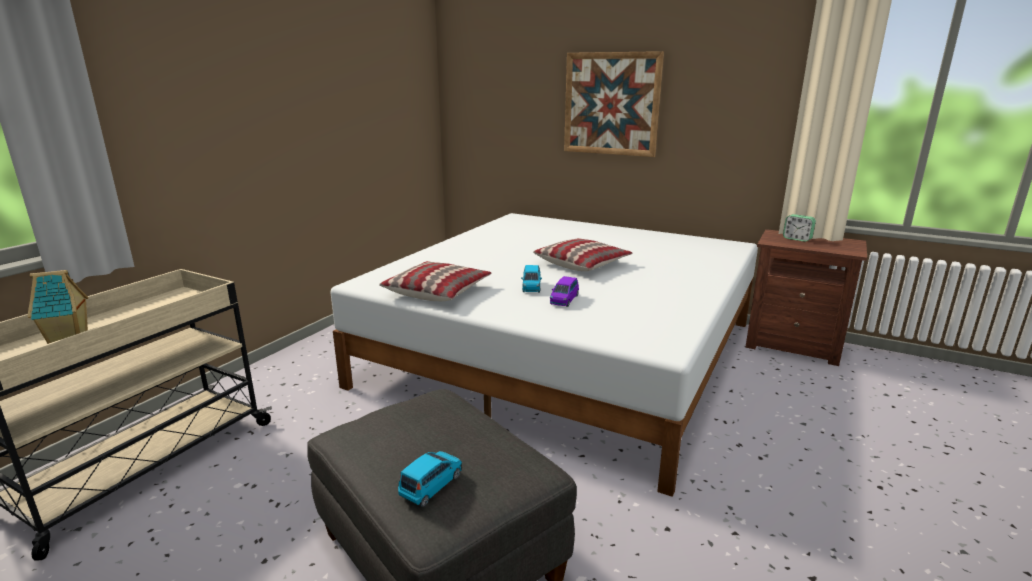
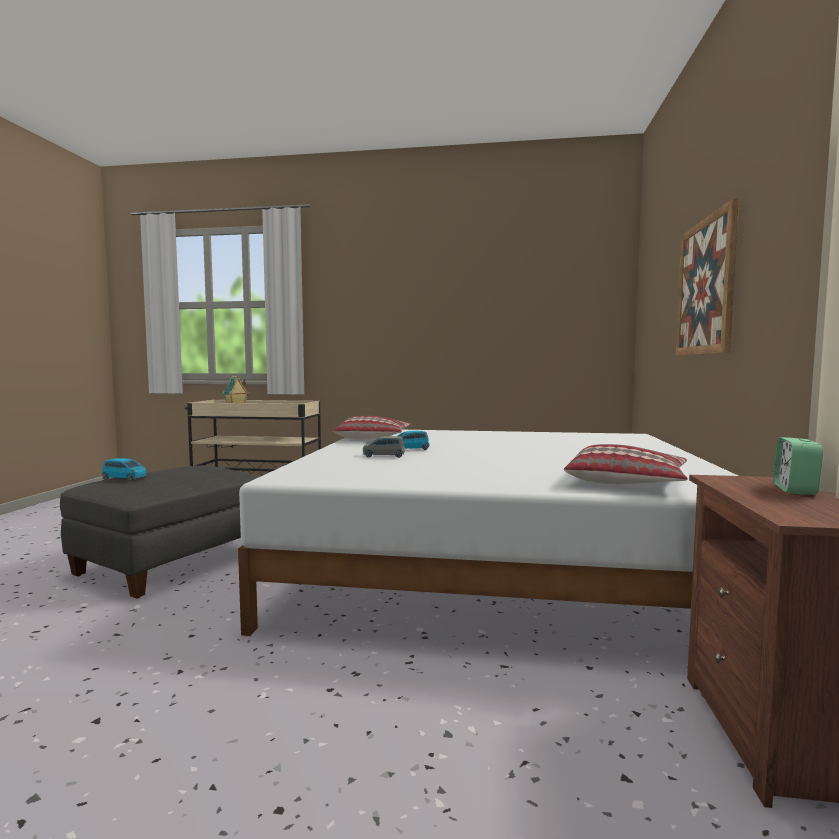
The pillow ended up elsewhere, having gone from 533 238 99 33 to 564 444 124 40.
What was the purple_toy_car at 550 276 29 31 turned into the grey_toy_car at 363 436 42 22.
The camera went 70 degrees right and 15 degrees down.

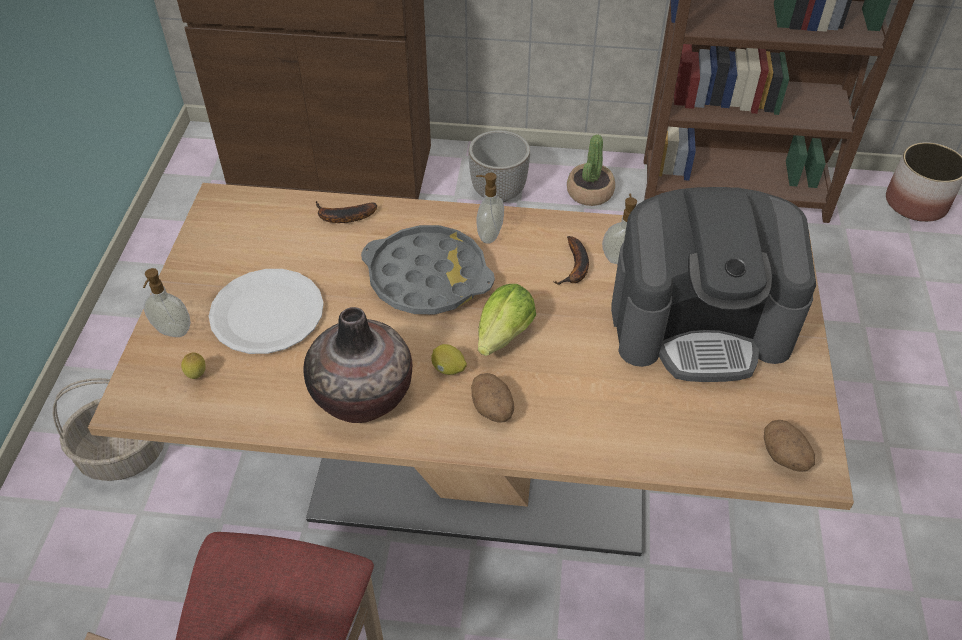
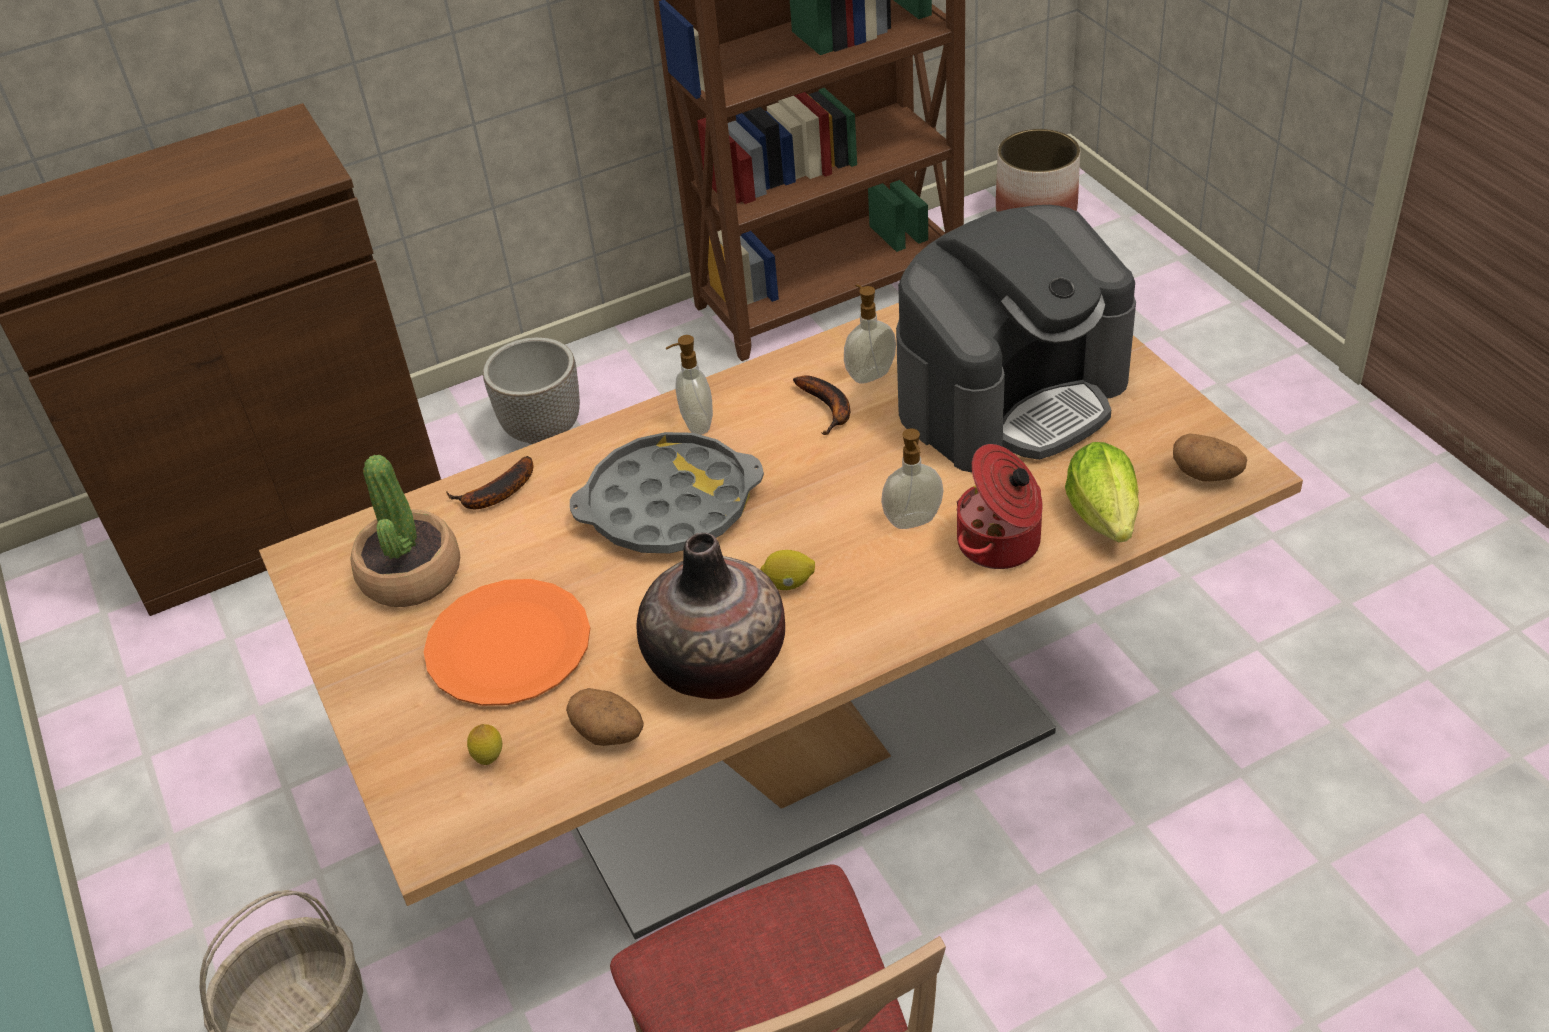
The potted_plant ended up elsewhere, having gone from 567 134 48 72 to 350 455 110 152.
The soap_dispenser ended up elsewhere, having gone from 143 268 48 69 to 881 428 63 101.
What was the white_plate at 209 269 115 85 turned into the orange_plate at 424 579 166 127.
The lettuce ended up elsewhere, having gone from 478 284 58 72 to 1065 442 74 100.
The potato ended up elsewhere, having gone from 471 373 43 49 to 566 688 78 58.
The second view gained the cooking_pot at 956 444 86 125.
The camera went 30 degrees left and 5 degrees down.

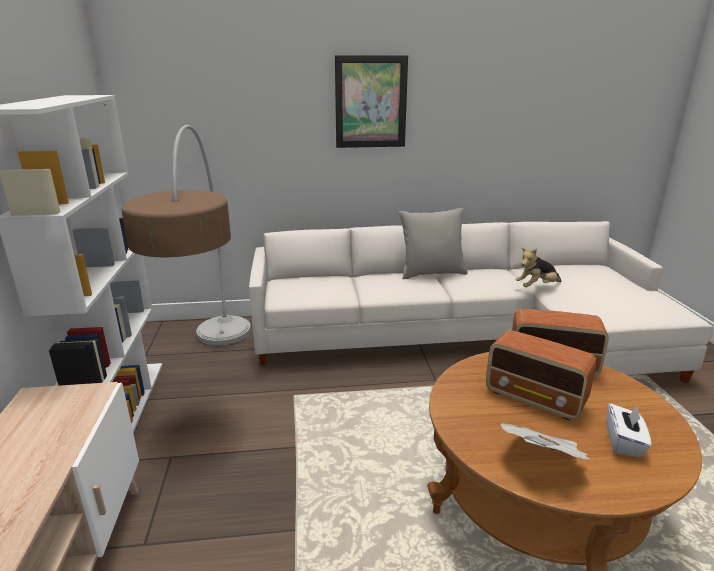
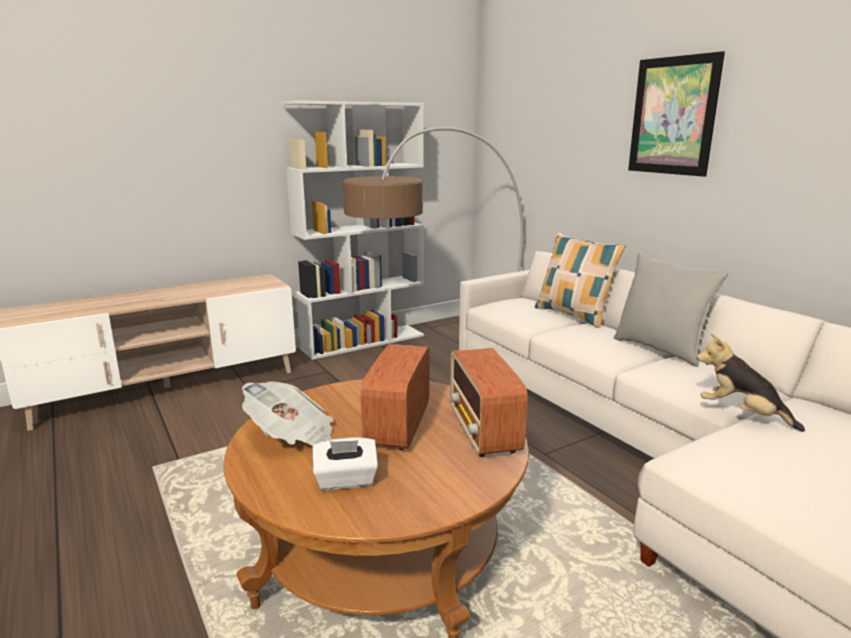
The second view gained the pillow at 534 232 92 96.
The camera went 65 degrees right and 5 degrees down.

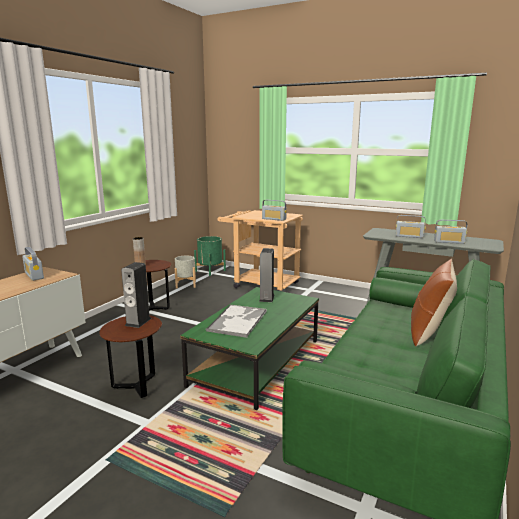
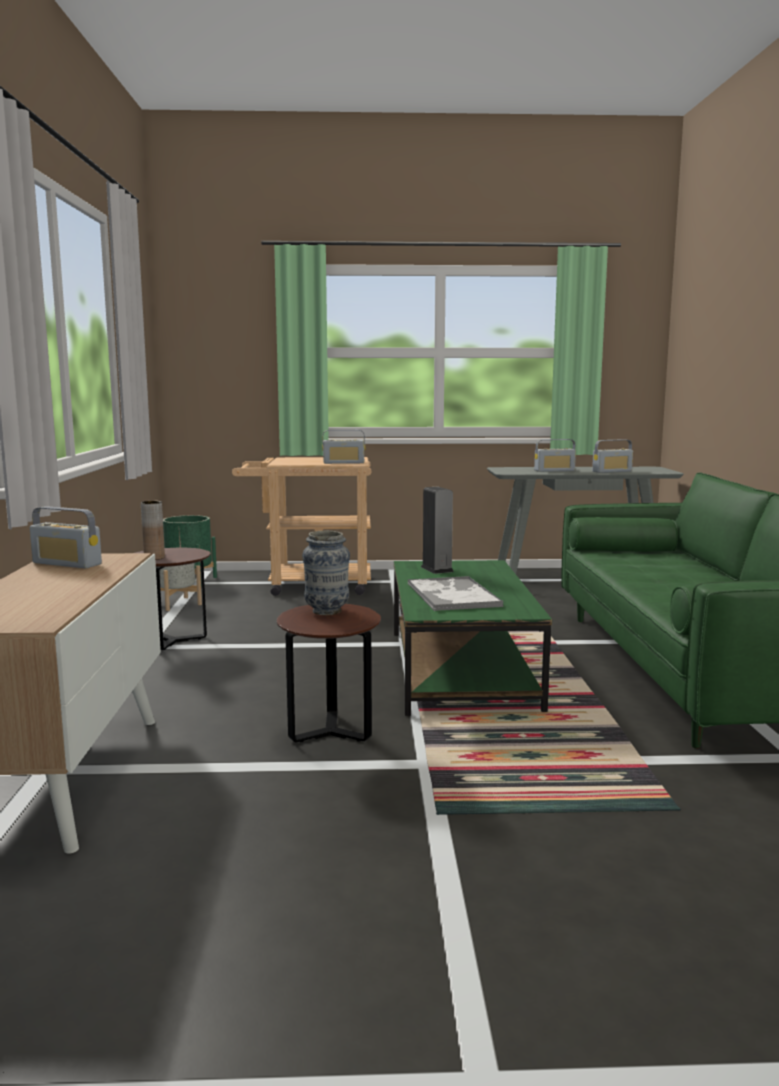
The second view lost the brown_pillow at 411 259 46 87.
Where the speaker stood at 121 262 30 66, the vase came to stand at 302 530 48 85.
The camera went 30 degrees left and 5 degrees down.

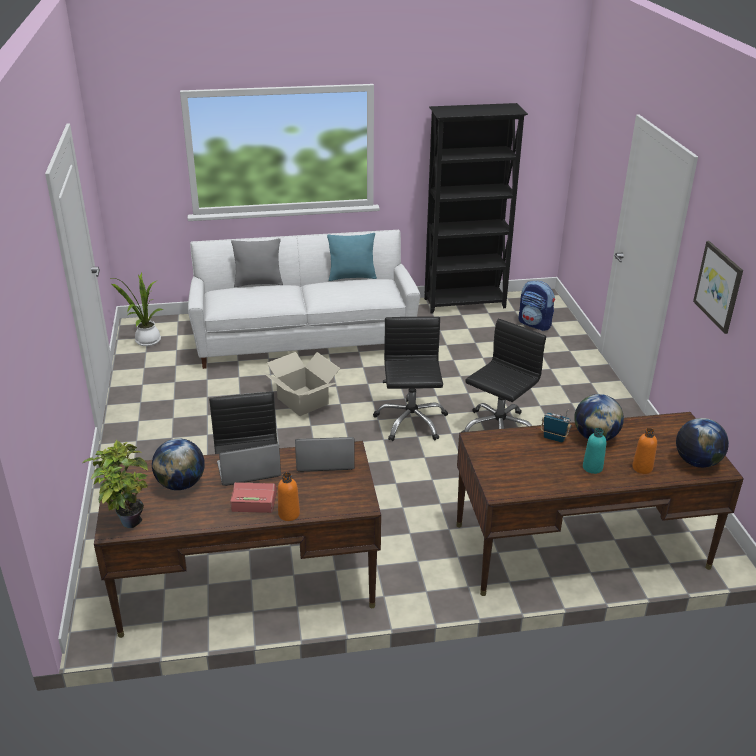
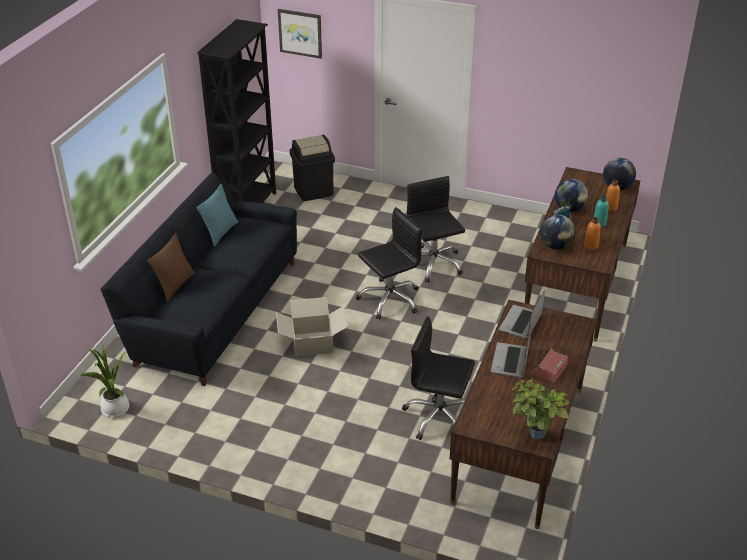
What was the white_sofa at 188 230 232 139 turned into the black_sofa at 101 173 196 213.
What was the grey_pillow at 231 238 52 49 turned into the brown_pillow at 148 233 47 68.
The picture ended up elsewhere, having gone from 693 241 50 93 to 278 9 44 50.
Where the backpack stood at 518 281 37 50, the black_trash_can came to stand at 290 135 45 66.
The black_office_chair at 373 317 75 124 ended up facing another way, 120 degrees clockwise from before.
The globe ended up elsewhere, having gone from 152 438 53 52 to 540 215 36 35.
The orange_bottle ended up elsewhere, having gone from 278 472 22 49 to 584 217 17 33.
The camera went 60 degrees left and 5 degrees up.

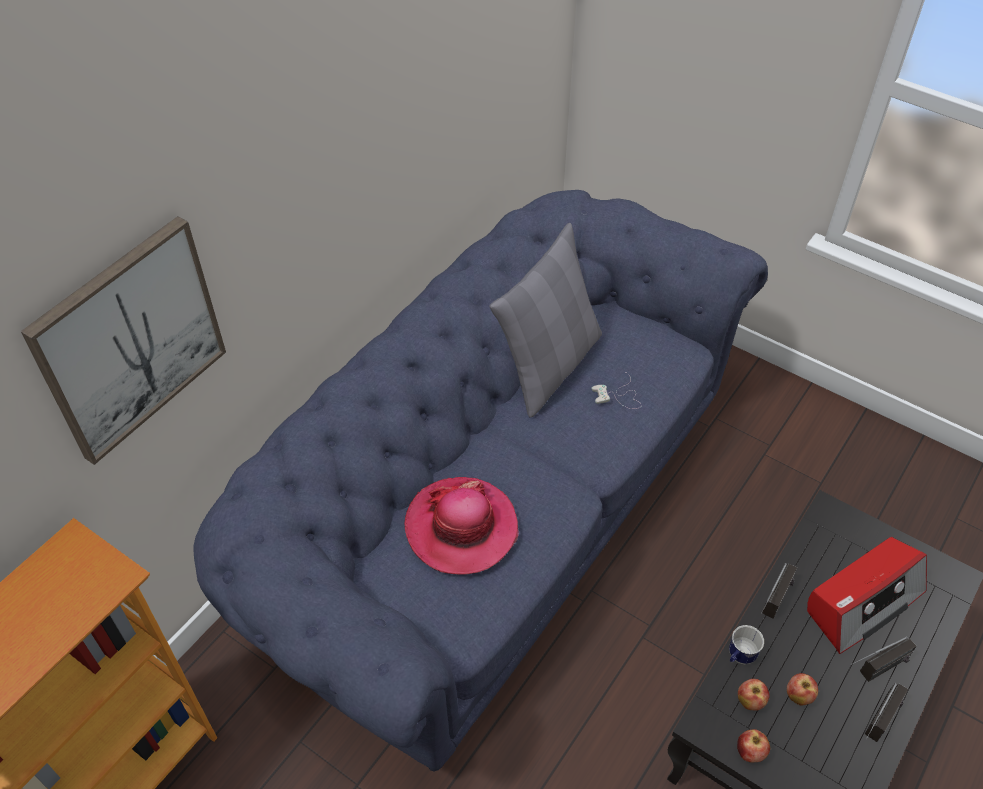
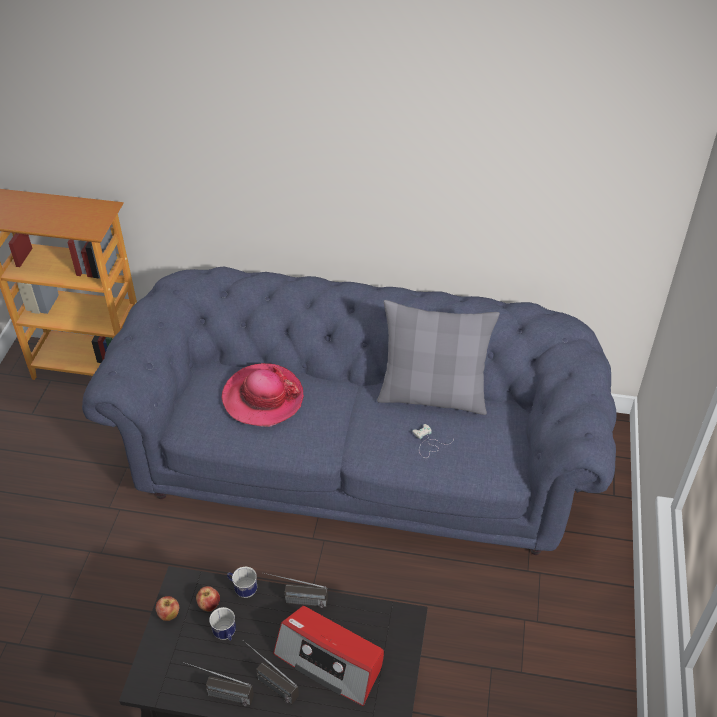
The second view lost the picture at 21 216 205 249.
Where the apple stood at 787 673 31 33, the mug came to stand at 209 607 27 34.
The camera went 65 degrees right and 5 degrees down.

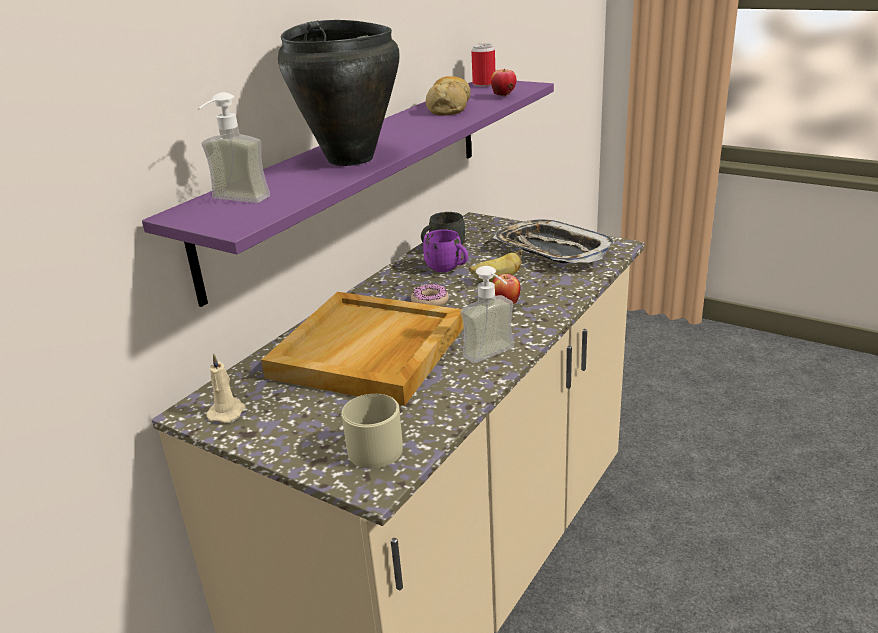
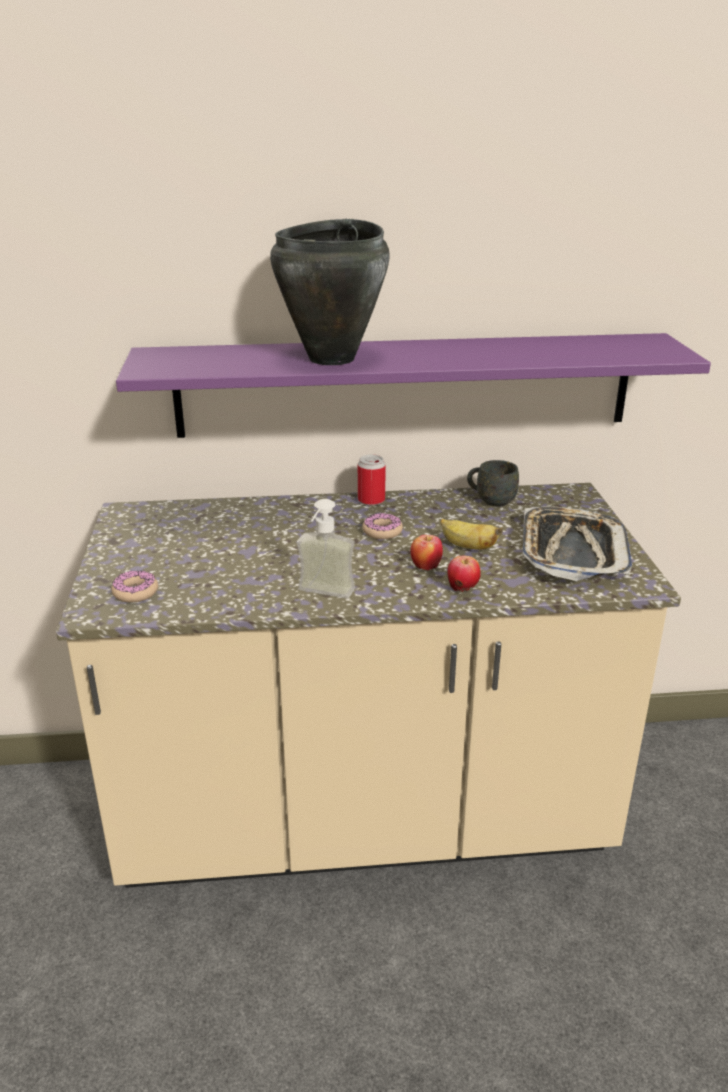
The can ended up elsewhere, having gone from 471 43 24 44 to 358 455 28 50.
The apple ended up elsewhere, having gone from 491 69 25 27 to 447 555 34 37.
The second view lost the bread at 426 76 45 39.
The second view lost the soap_dispenser at 198 92 72 111.
The second view lost the purple_mug at 423 229 45 43.
The second view lost the beige_tray at 261 292 203 114.
The second view lost the beige_candle at 207 353 38 70.
Where the beige_mug stood at 342 394 61 75, the donut came to stand at 111 570 47 32.
The camera went 50 degrees right and 0 degrees up.

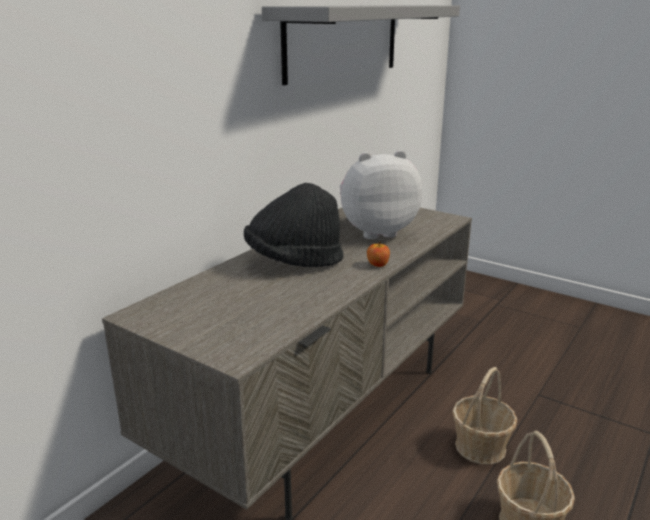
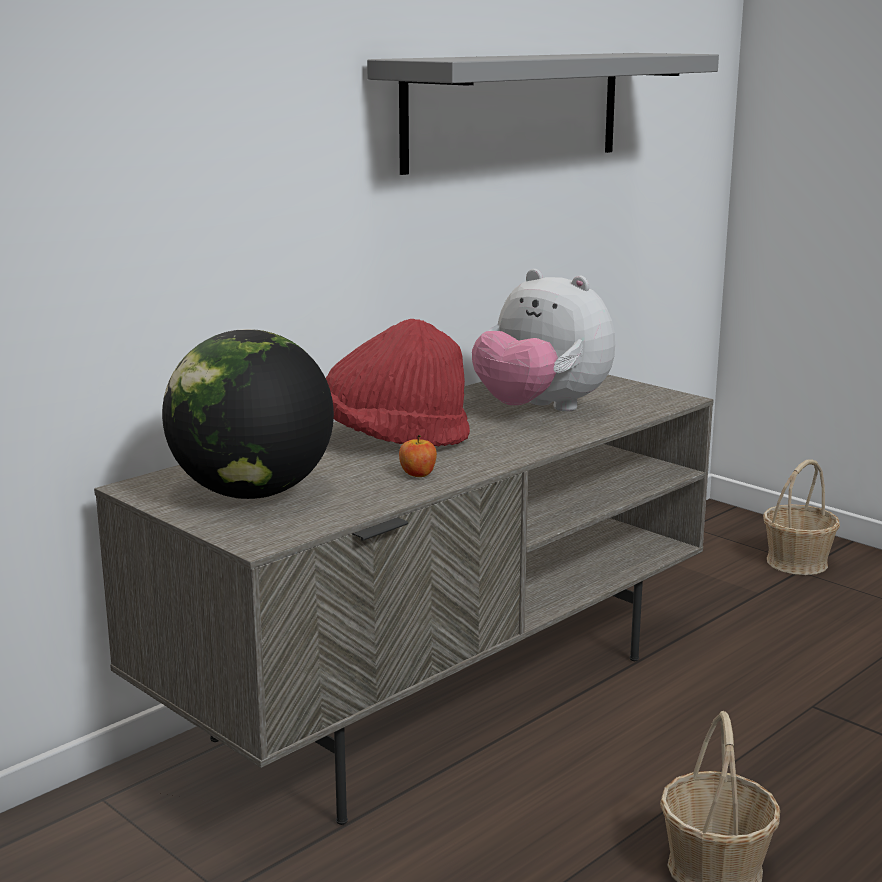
The plush_toy at 339 150 83 89 ended up facing another way, 135 degrees counterclockwise from before.
What was the black_hat at 244 183 100 84 turned into the red_hat at 326 319 144 127.
The apple ended up elsewhere, having gone from 367 241 23 26 to 399 435 38 42.
The basket ended up elsewhere, having gone from 452 367 65 97 to 763 459 77 116.
The second view gained the globe at 162 329 172 170.
The camera went 10 degrees right and 5 degrees down.

